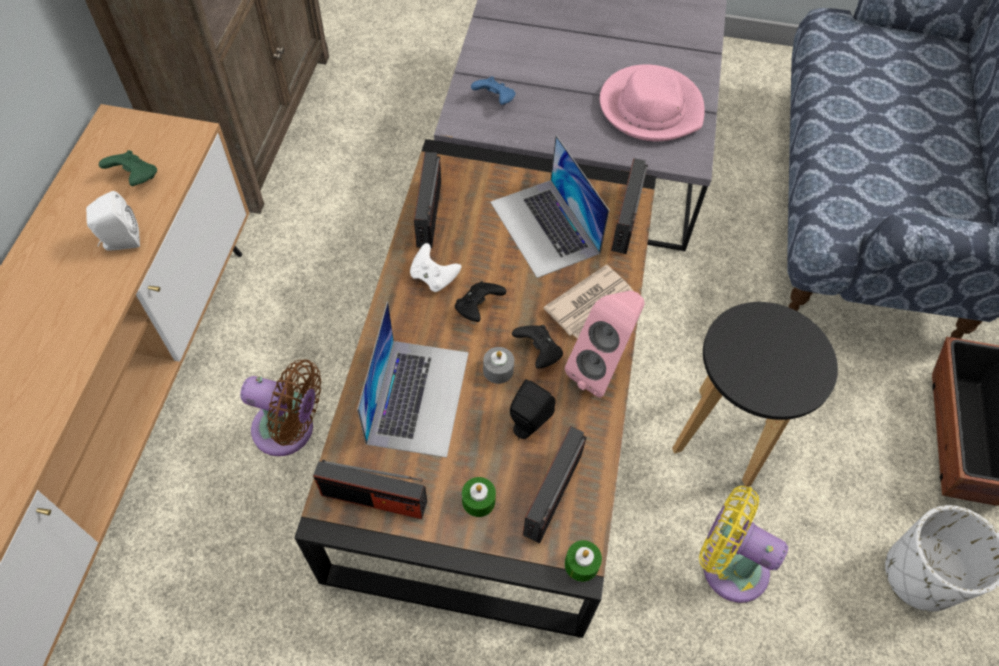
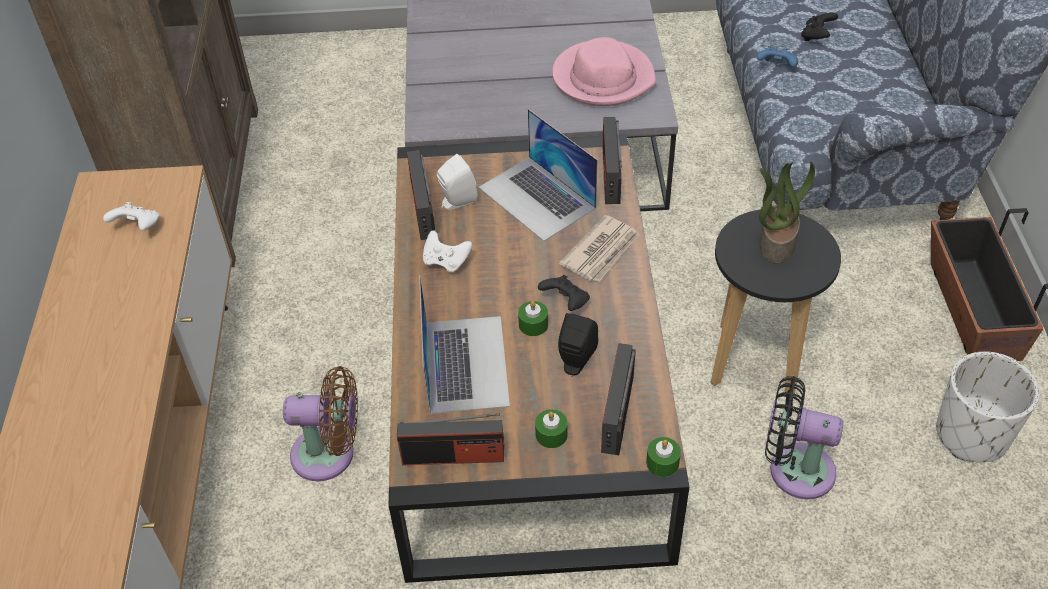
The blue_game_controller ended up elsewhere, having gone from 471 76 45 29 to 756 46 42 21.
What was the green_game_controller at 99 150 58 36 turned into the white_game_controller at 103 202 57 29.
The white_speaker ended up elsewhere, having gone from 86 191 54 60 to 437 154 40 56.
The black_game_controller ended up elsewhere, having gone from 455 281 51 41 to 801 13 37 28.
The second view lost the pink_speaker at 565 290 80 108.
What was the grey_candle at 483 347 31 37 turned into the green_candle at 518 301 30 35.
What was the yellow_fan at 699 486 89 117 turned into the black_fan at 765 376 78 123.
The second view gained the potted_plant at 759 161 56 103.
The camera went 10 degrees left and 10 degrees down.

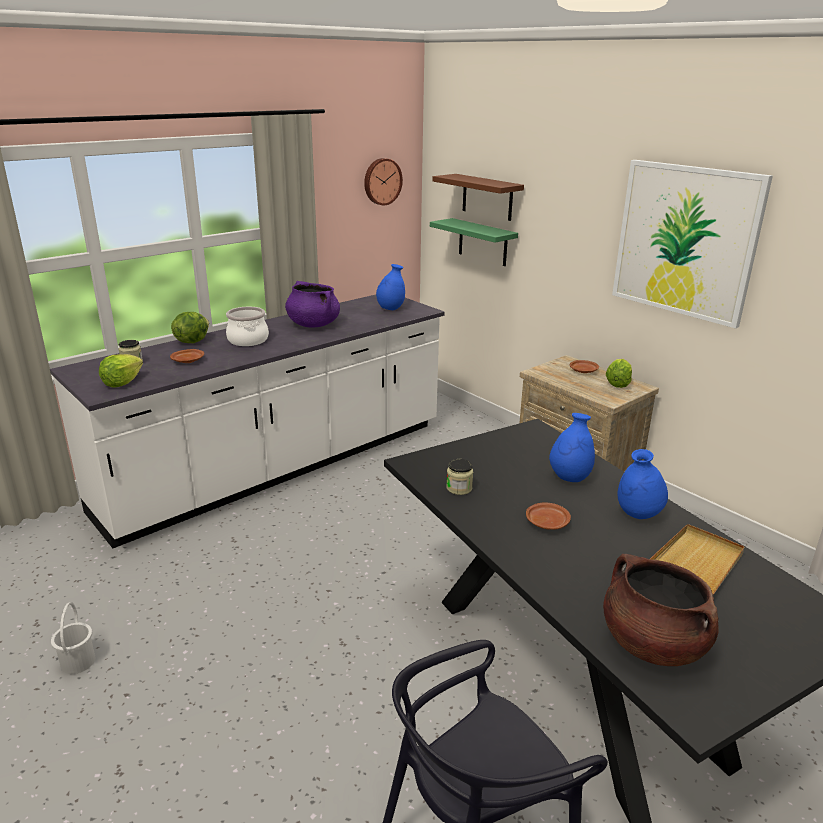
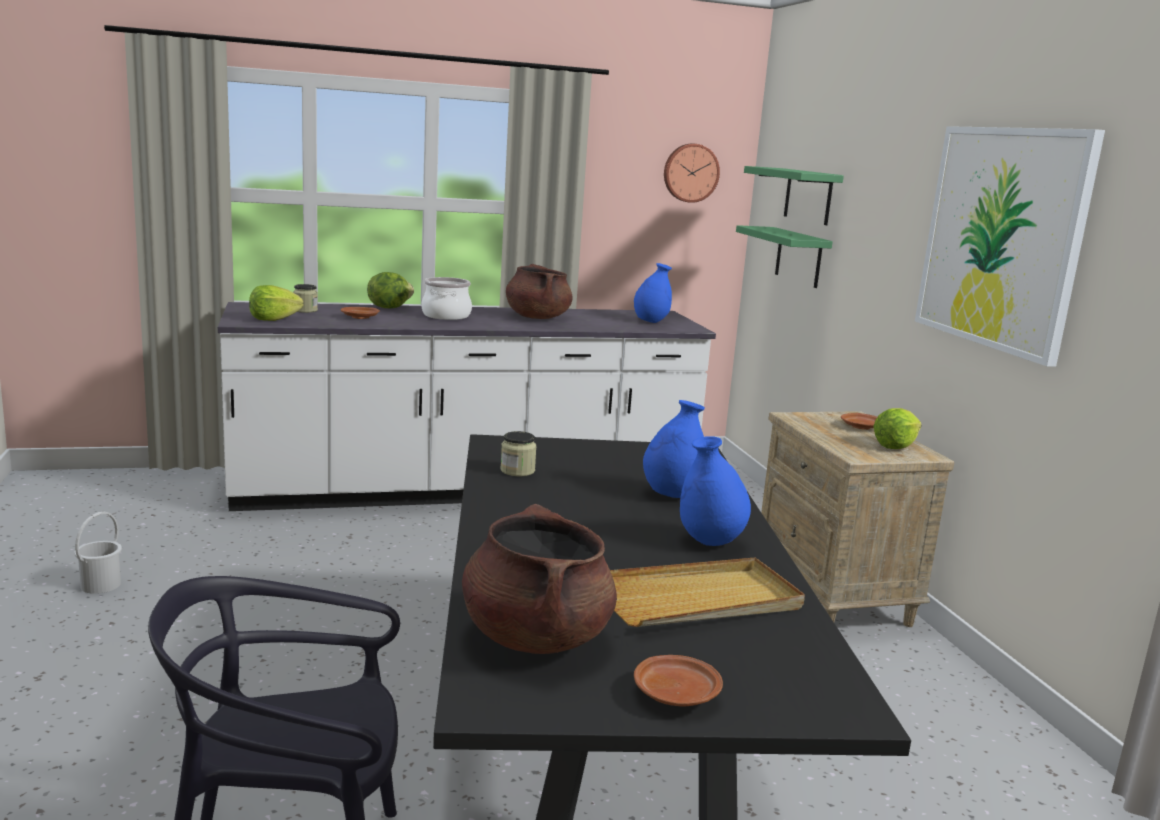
What was the brown_shelf at 432 174 92 47 turned into the green_shelf at 744 166 100 59.
What was the purple_cooking_pot at 285 281 55 46 turned into the brown_cooking_pot at 506 264 67 55.
The brown_plate ended up elsewhere, having gone from 526 503 45 27 to 634 655 89 51.
The camera went 25 degrees right and 10 degrees down.

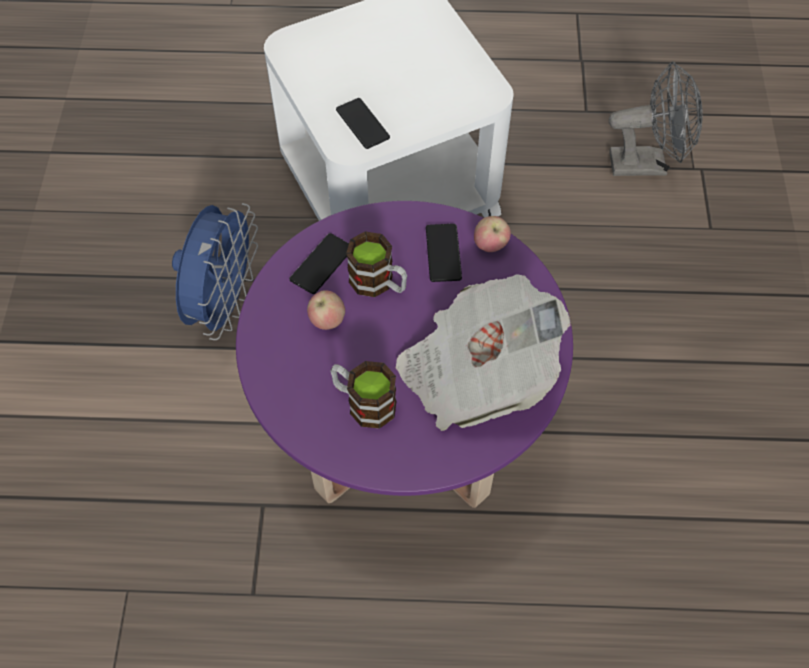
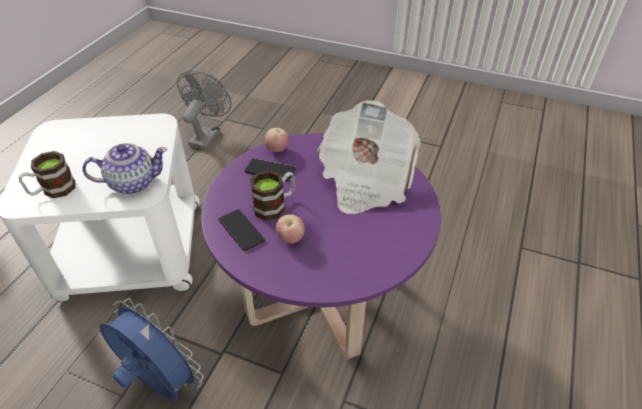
Where the phone stood at 336 98 54 51, the teapot came to stand at 82 143 85 51.
The mug ended up elsewhere, having gone from 330 361 67 68 to 19 151 56 47.
The camera went 70 degrees left and 15 degrees down.

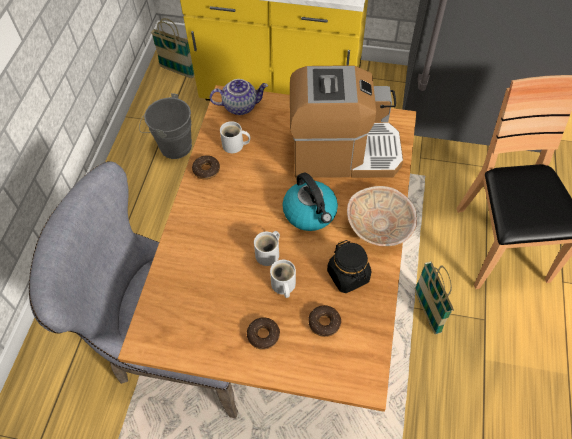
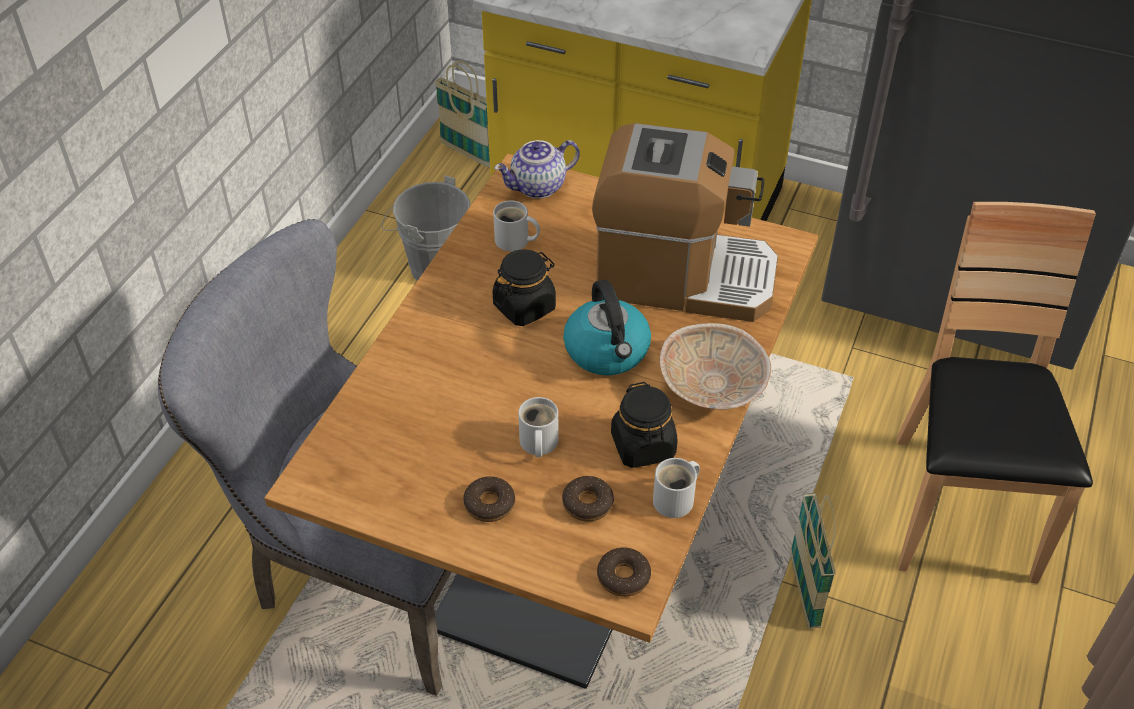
The teapot at 210 79 58 36 ended up facing another way, 150 degrees clockwise from before.
The donut ended up elsewhere, having gone from 192 155 28 25 to 597 547 54 50.
The white_mug ended up elsewhere, having gone from 254 231 26 35 to 653 458 47 60.
The second view gained the black_jar at 492 249 64 77.
The camera went 10 degrees right and 10 degrees down.

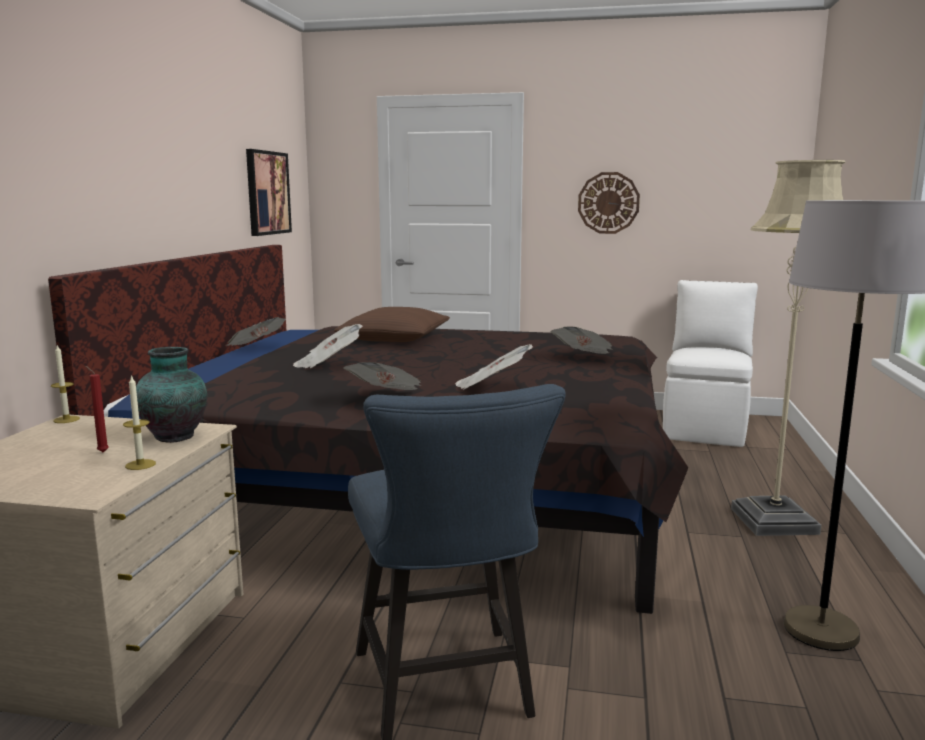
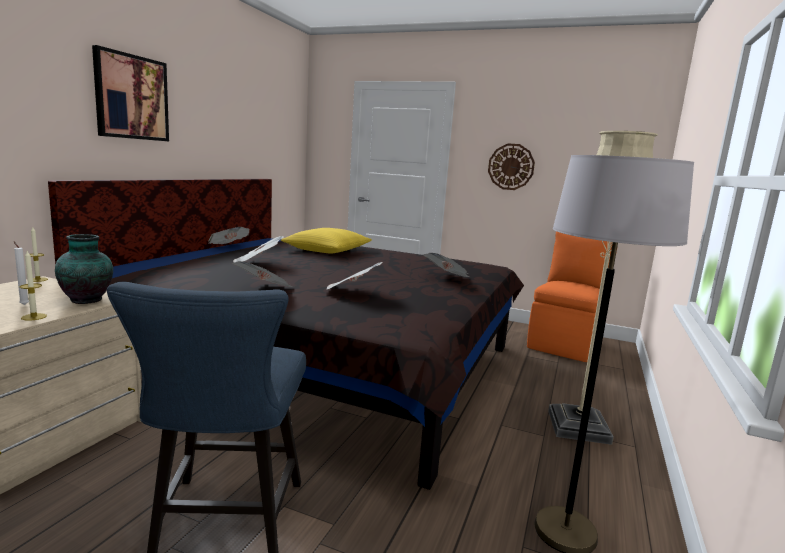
The picture ended up elsewhere, having gone from 246 149 46 87 to 92 45 77 96.
What was the white_chair at 663 280 95 167 turned into the orange_chair at 527 231 91 131.
What was the brown_pillow at 334 307 116 35 turned into the yellow_pillow at 281 228 91 25.
What was the red_candle at 85 366 24 87 turned into the white_candle at 14 241 15 64.
The camera went 10 degrees right and 0 degrees up.

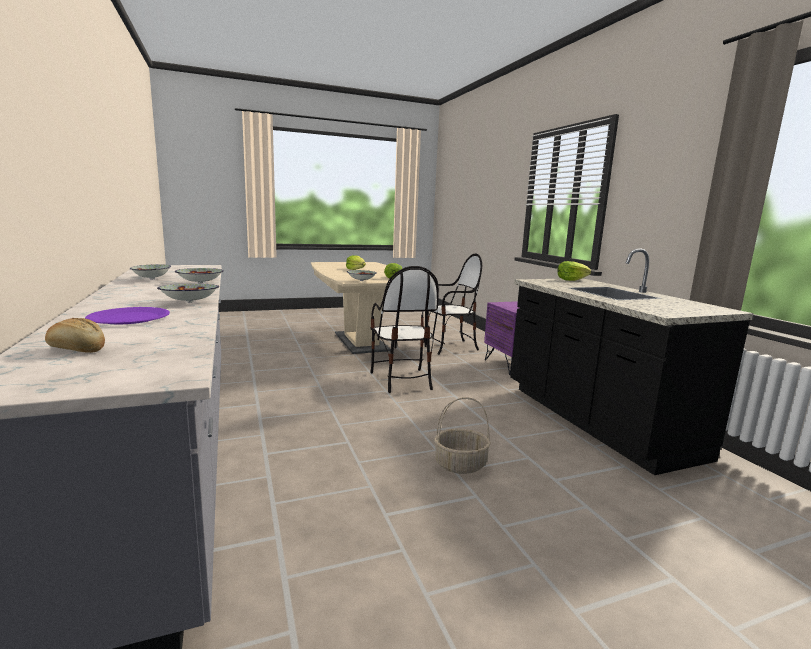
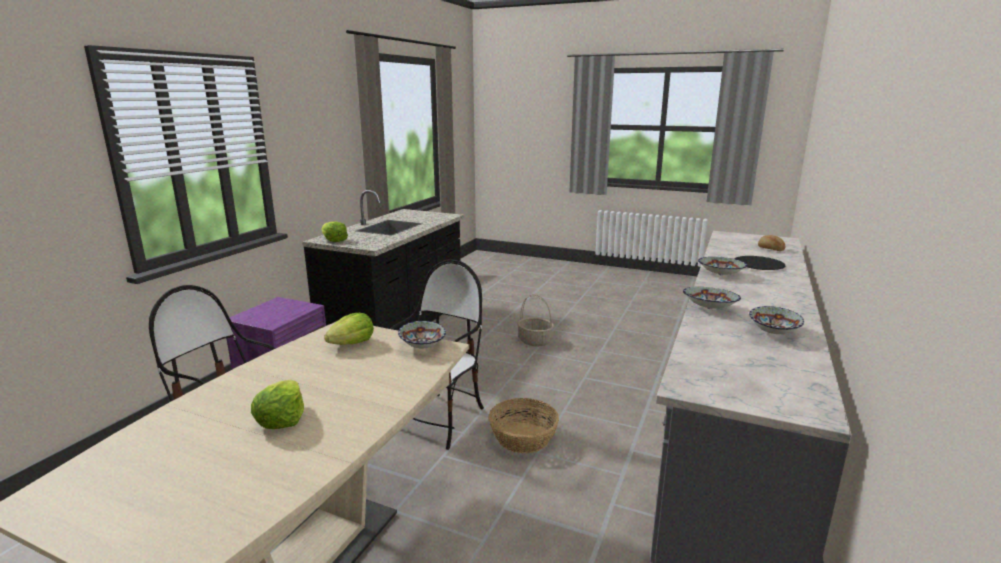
What was the purple_plate at 85 307 85 17 turned into the black_plate at 734 256 51 14.
The second view gained the basket at 489 398 70 55.
The camera went 135 degrees left and 5 degrees up.

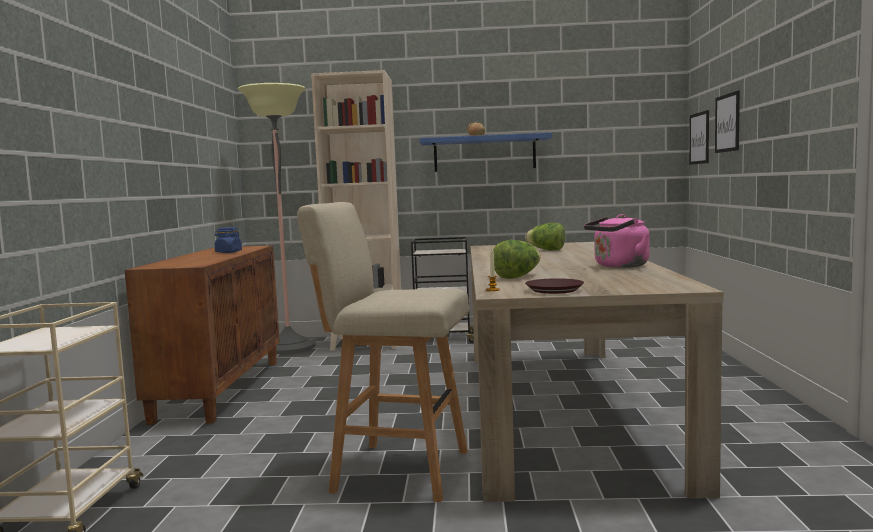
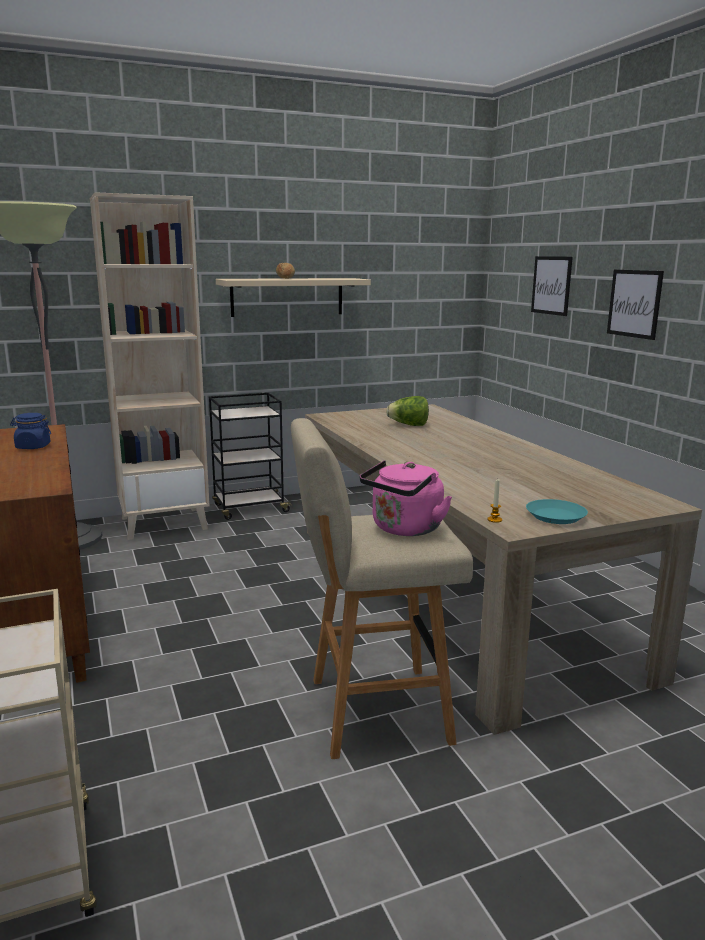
The picture ended up elsewhere, having gone from 689 110 20 55 to 607 270 57 70.
What was the blue_shelf at 419 132 133 40 turned into the beige_shelf at 216 278 155 39.
The pink_kettle ended up elsewhere, having gone from 584 214 66 54 to 360 460 92 76.
The second view lost the lettuce at 493 240 47 39.
What was the brown_plate at 525 278 59 16 turned into the turquoise_plate at 526 499 62 25.
The camera went 25 degrees left and 10 degrees up.

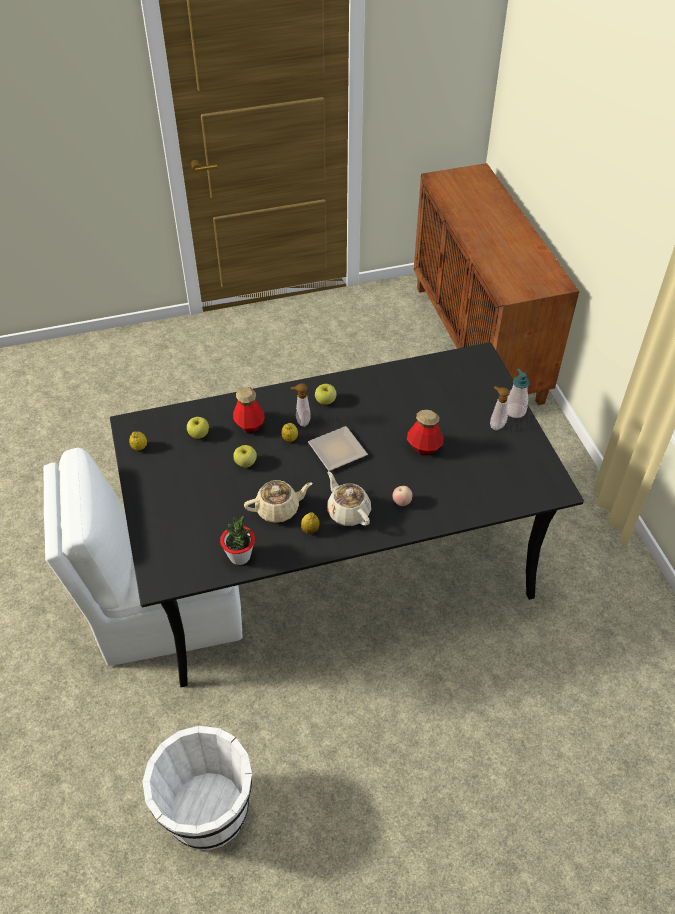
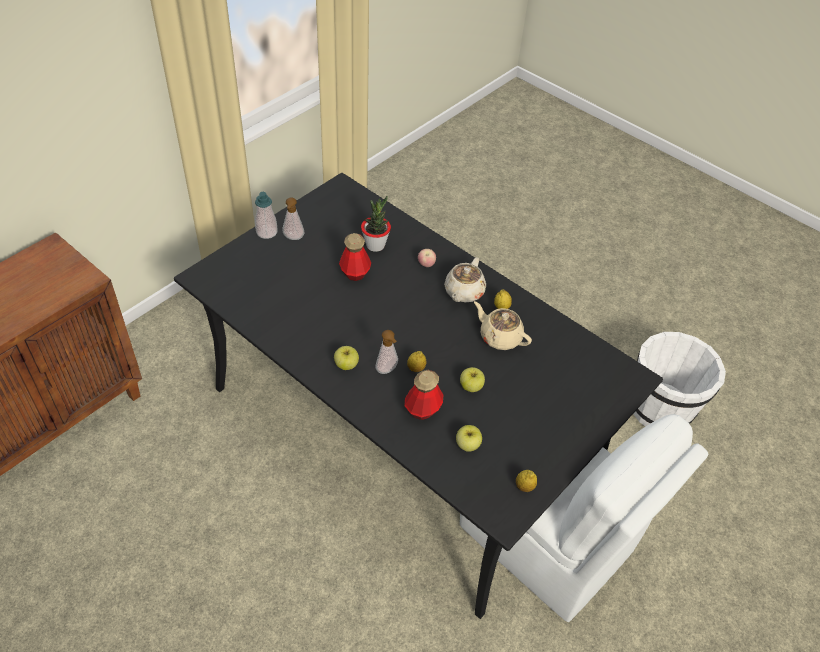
The second view lost the plate at 308 426 60 45.
The potted_plant ended up elsewhere, having gone from 220 516 35 49 to 361 196 30 56.
The camera went 125 degrees left and 0 degrees up.

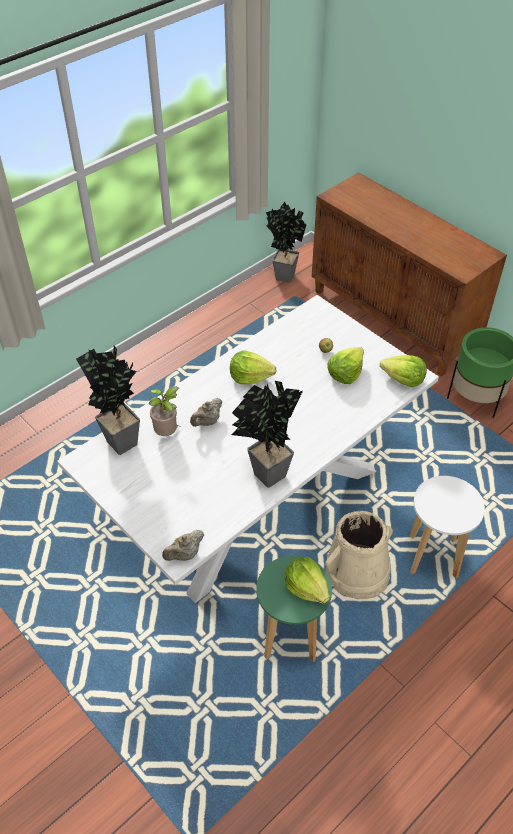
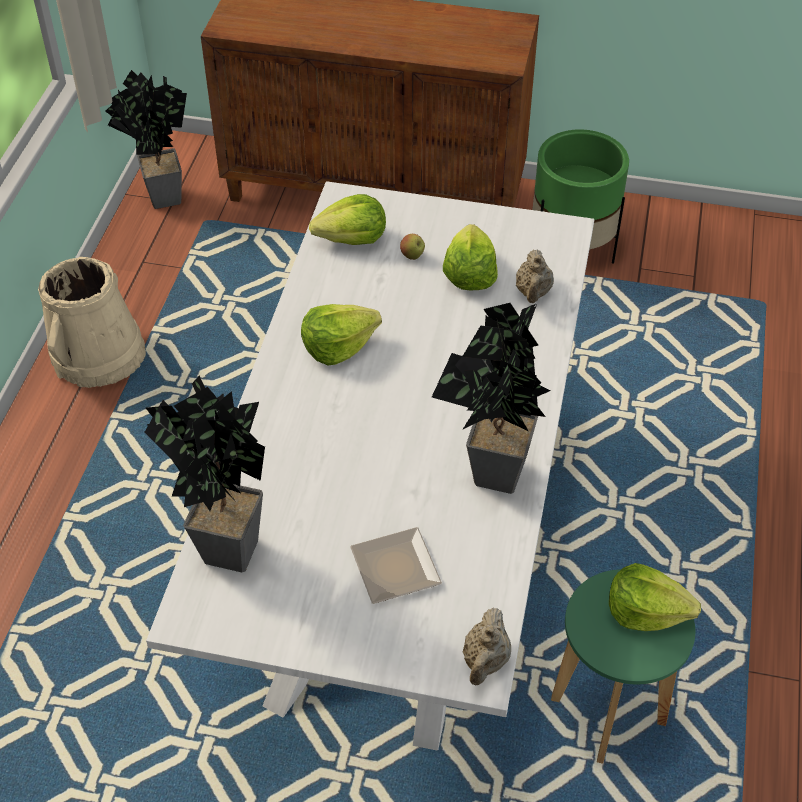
The lettuce ended up elsewhere, having gone from 380 355 47 32 to 309 194 77 51.
The second view lost the potted_plant at 148 386 31 50.
The beige_teapot ended up elsewhere, having gone from 190 398 32 29 to 516 250 38 53.
The second view lost the white_stool at 409 476 76 102.
The beige_bucket ended up elsewhere, having gone from 325 511 68 89 to 38 257 108 131.
The second view gained the plate at 350 527 92 77.
The camera went 35 degrees left and 0 degrees up.

